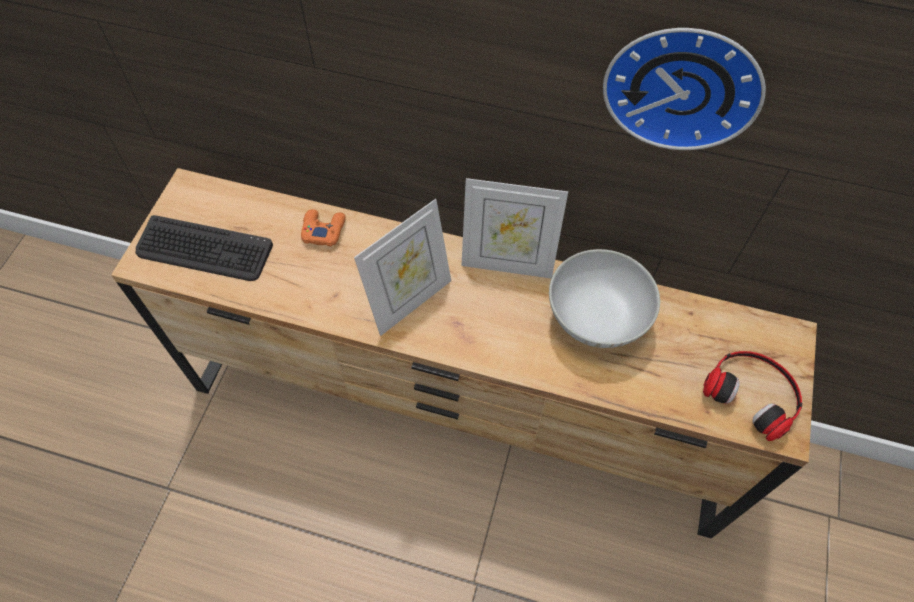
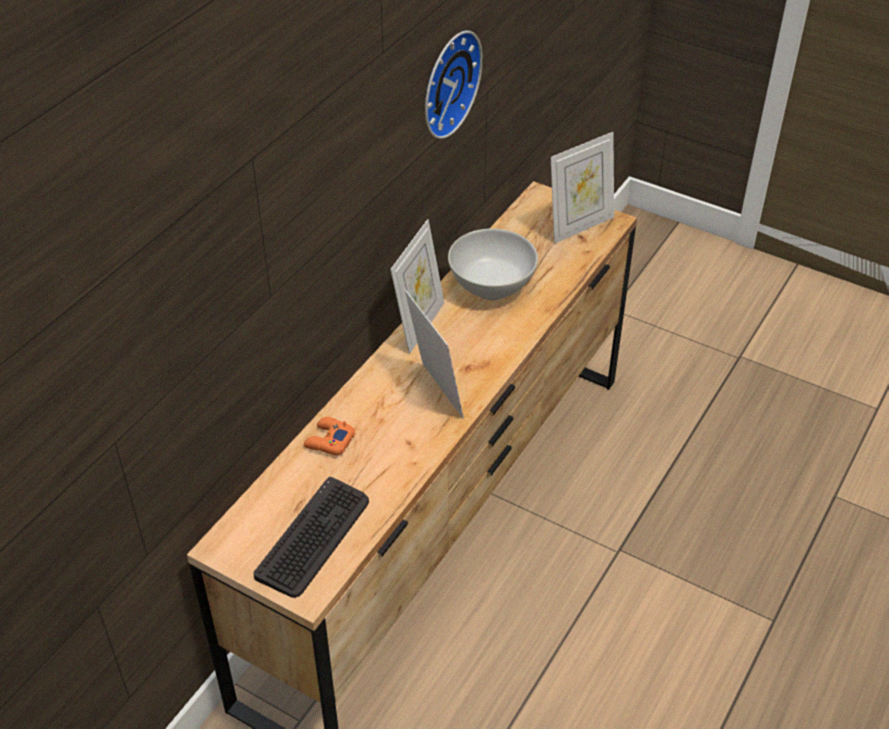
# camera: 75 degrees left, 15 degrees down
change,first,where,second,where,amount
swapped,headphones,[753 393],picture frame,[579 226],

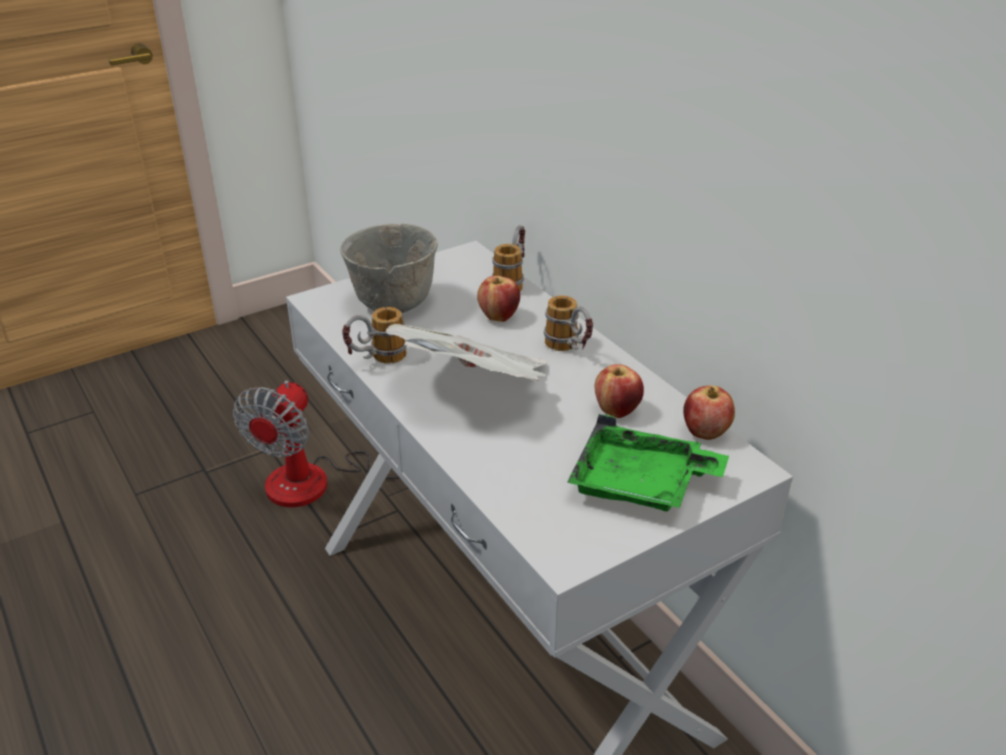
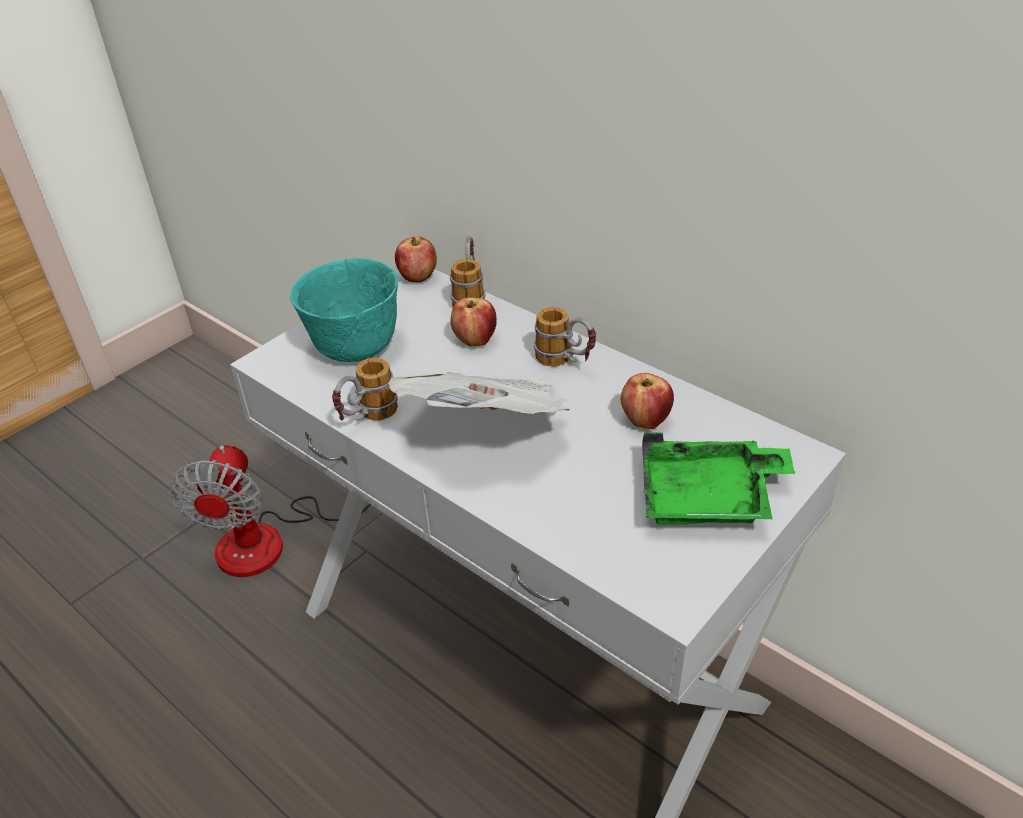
# camera: 15 degrees left, 5 degrees up
change,first,where,second,where,amount
repainted,grey bowl,[393 304],turquoise bowl,[356 349],
shifted,apple,[705 433],,[418 278],

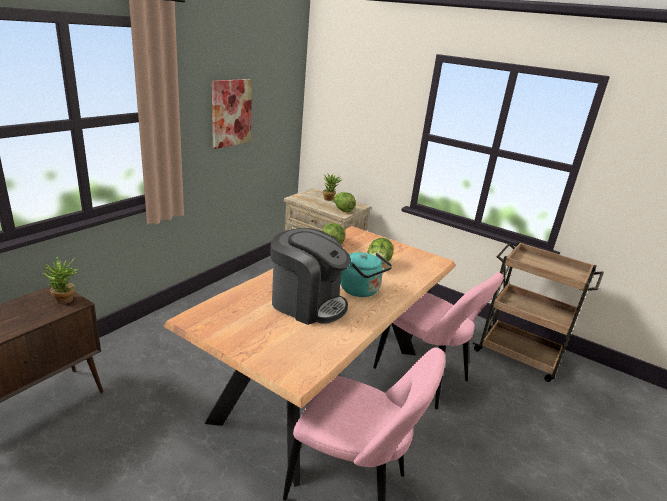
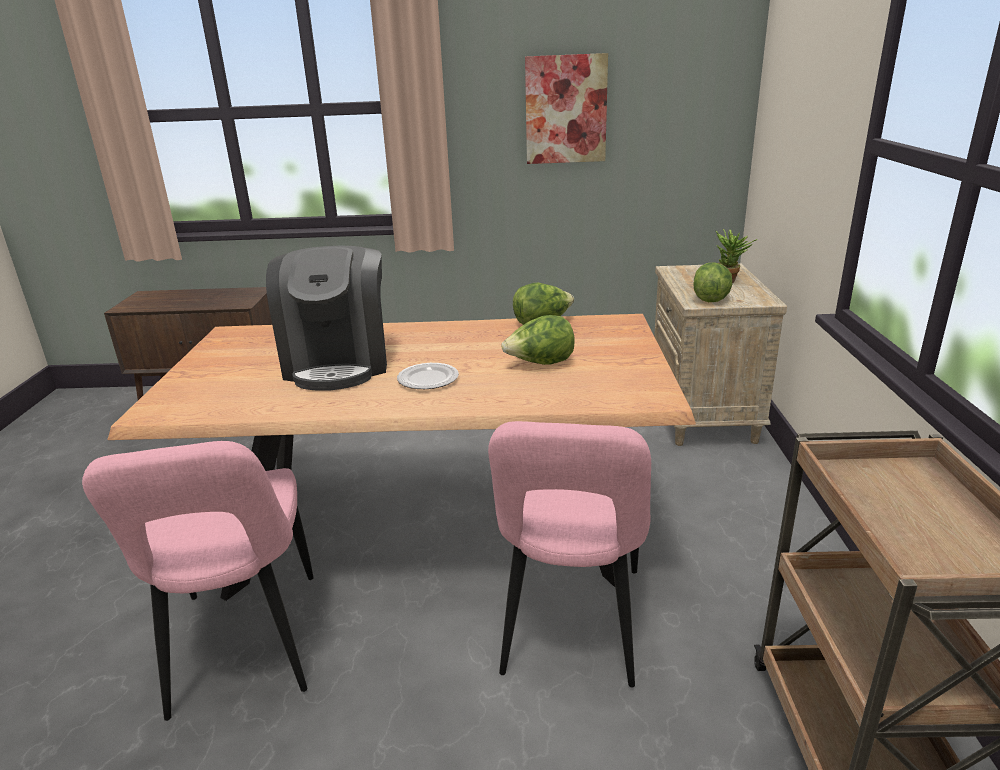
# camera: 60 degrees right, 0 degrees up
change,first,where,second,where,amount
swapped,turquoise kettle,[362 291],plate,[427 379],
gone,potted plant,[65 301],,,

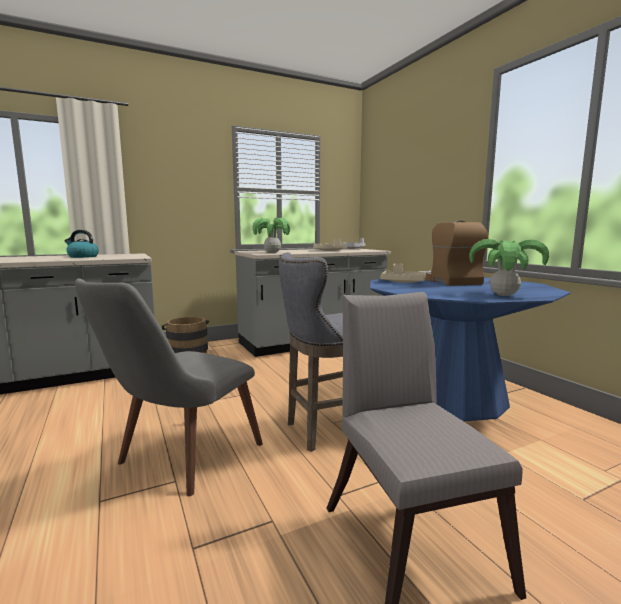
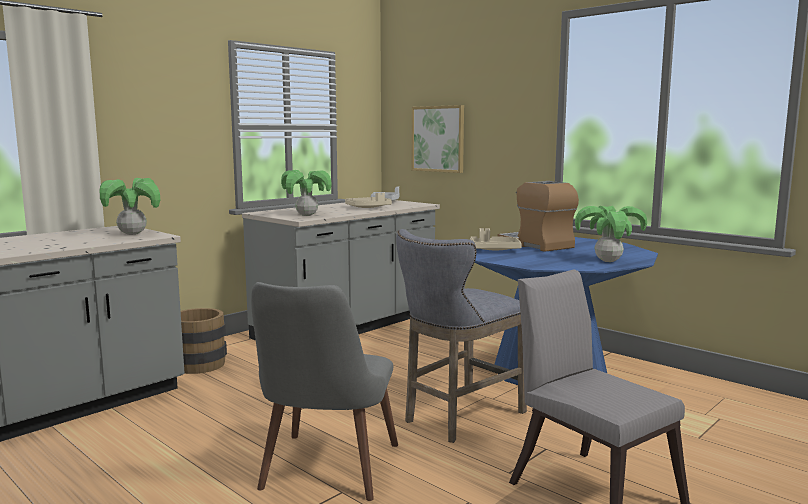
# camera: 20 degrees left, 0 degrees up
change,first,where,second,where,amount
gone,kettle,[82 256],,,
new,,,picture,[438 139],
new,,,potted plant,[132 234],

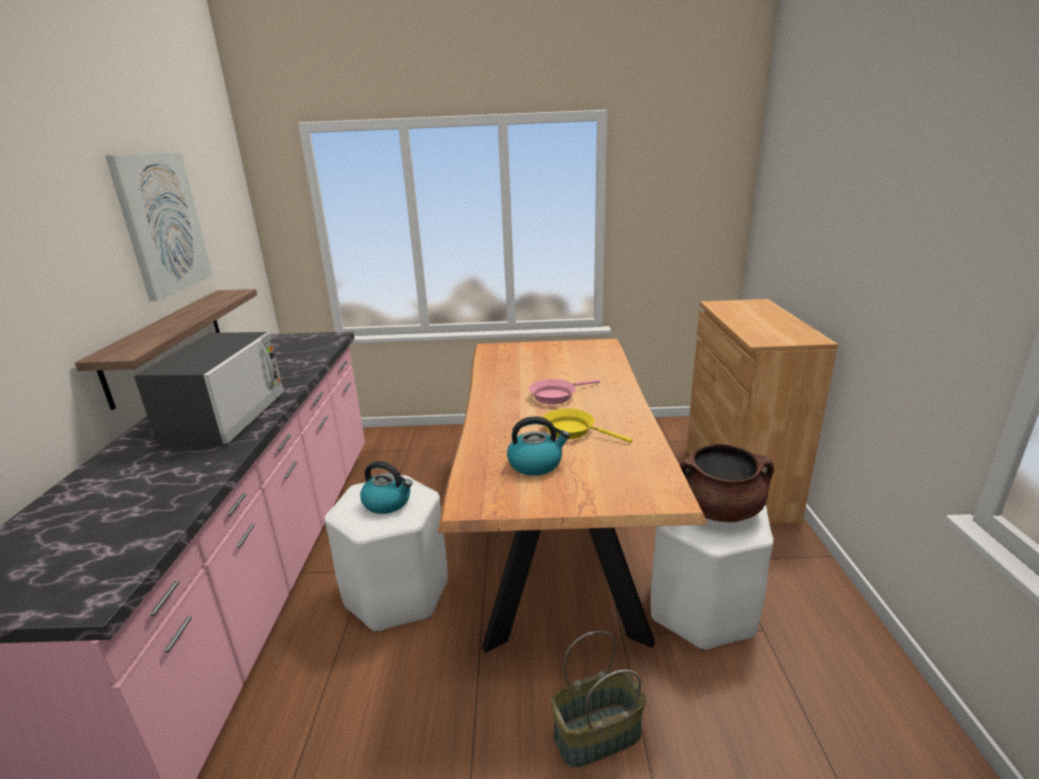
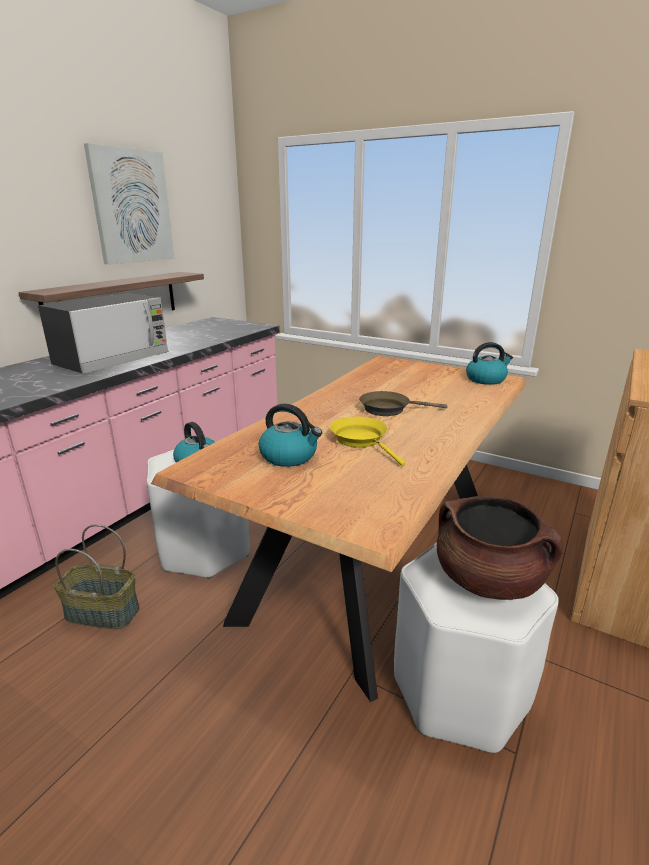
# camera: 30 degrees right, 0 degrees up
change,first,where,second,where,amount
repainted,pink frying pan,[556 396],brown frying pan,[389 409],
shifted,basket,[597 737],,[101 613],
new,,,kettle,[486 379],

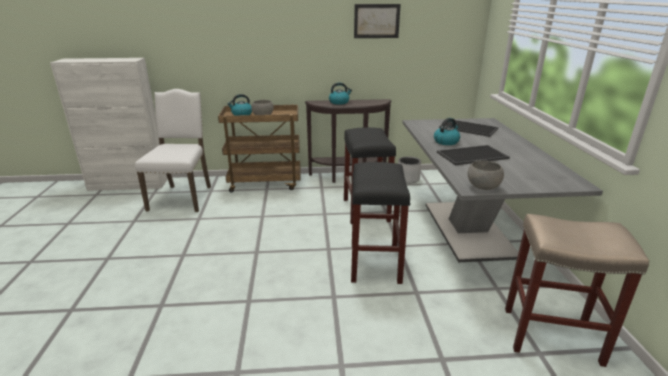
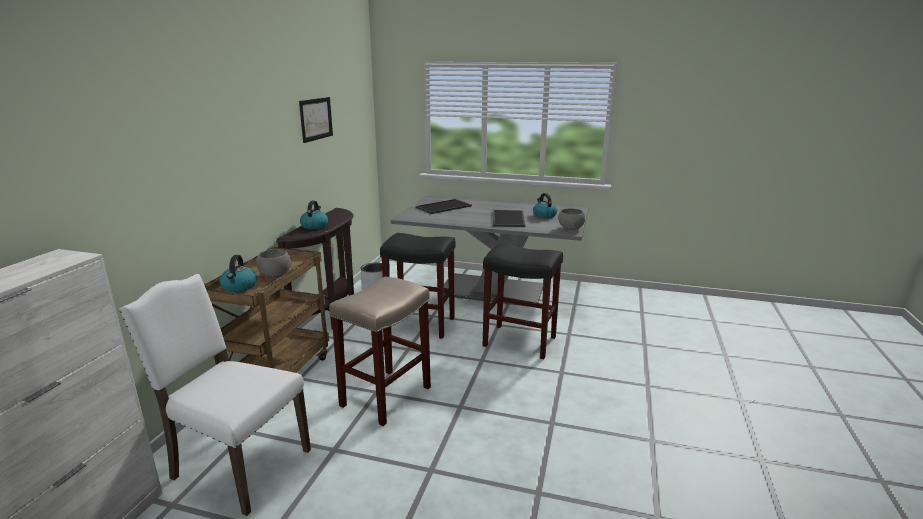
# camera: 70 degrees left, 5 degrees down
change,first,where,second,where,amount
shifted,kettle,[446 141],,[544 215],
shifted,beige stool,[550 336],,[385 397],

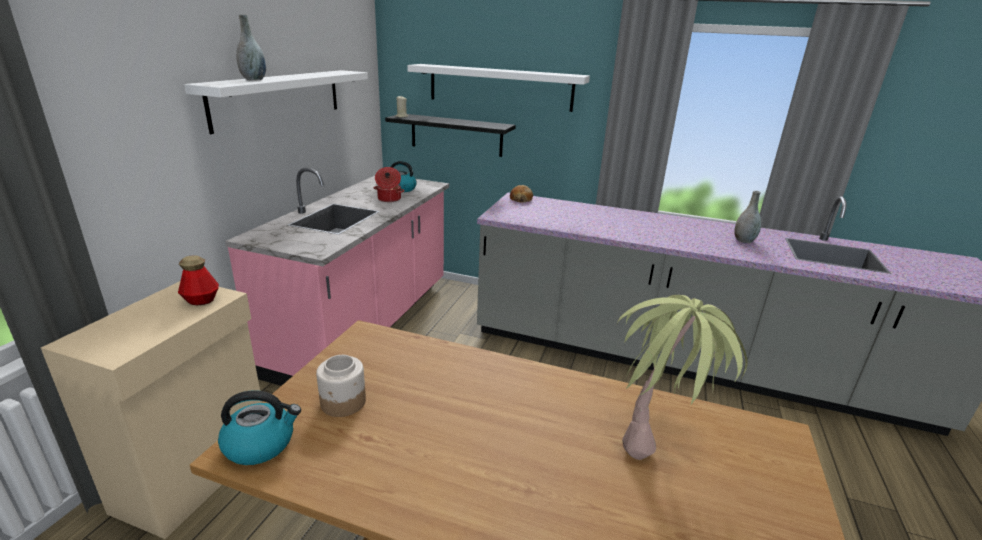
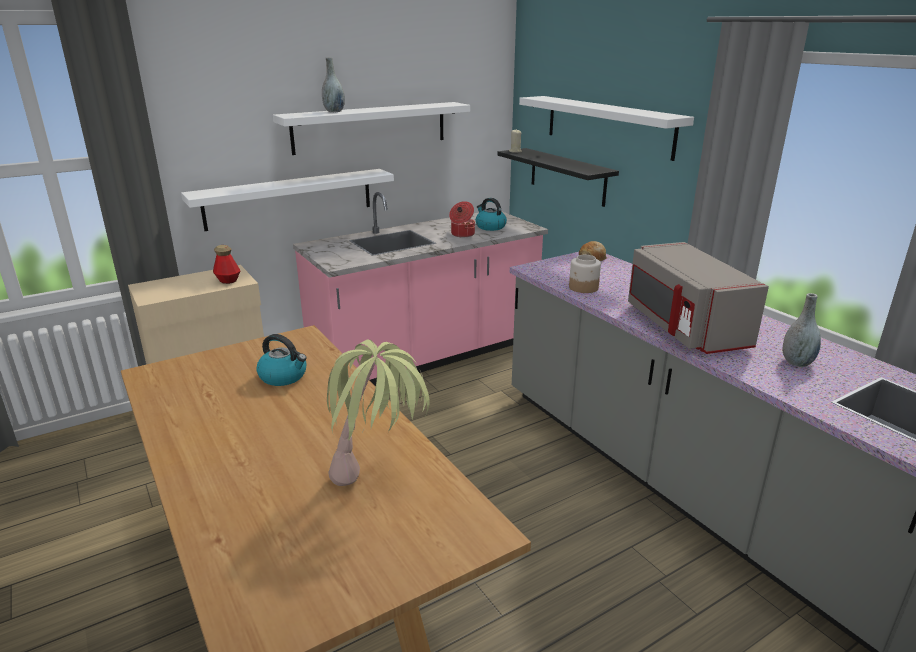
# camera: 40 degrees right, 0 degrees up
change,first,where,second,where,amount
shifted,jar,[343 402],,[583 288],
shifted,kettle,[261 444],,[284 376],
new,,,white shelf,[289 199],
new,,,grey microwave,[683 327],

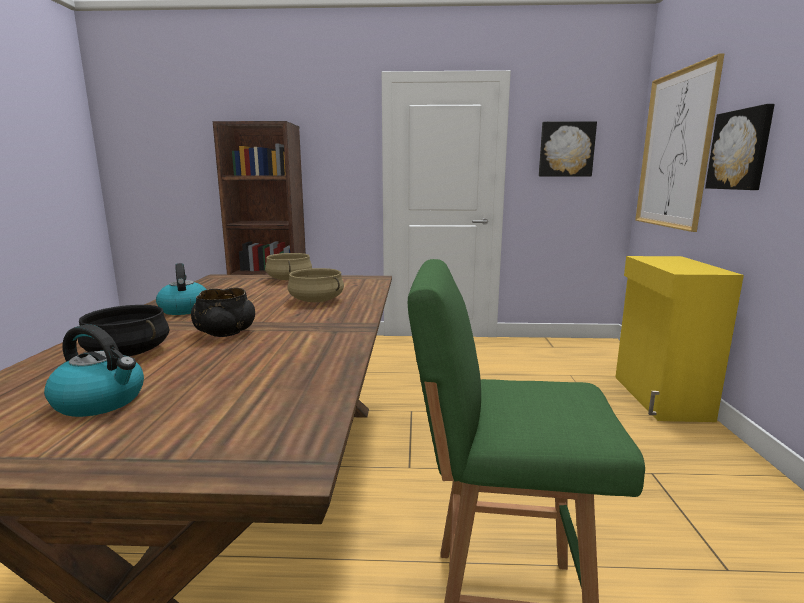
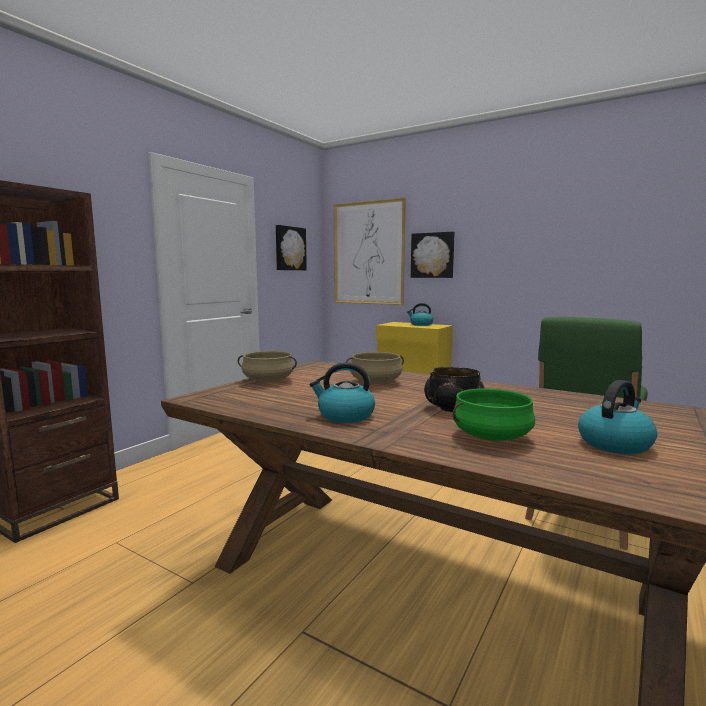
# camera: 60 degrees left, 5 degrees down
change,first,where,second,where,amount
repainted,black cooking pot,[129 352],green cooking pot,[491 436],
new,,,kettle,[420 324],

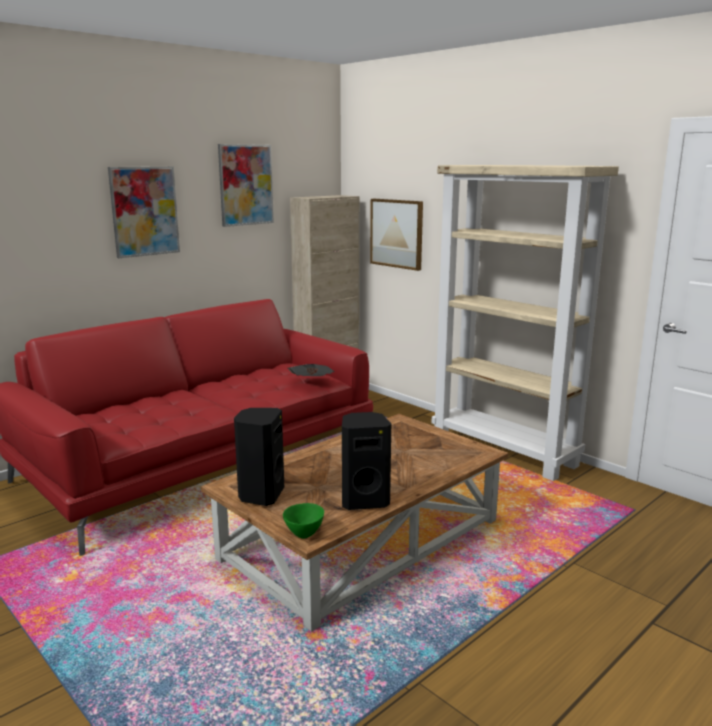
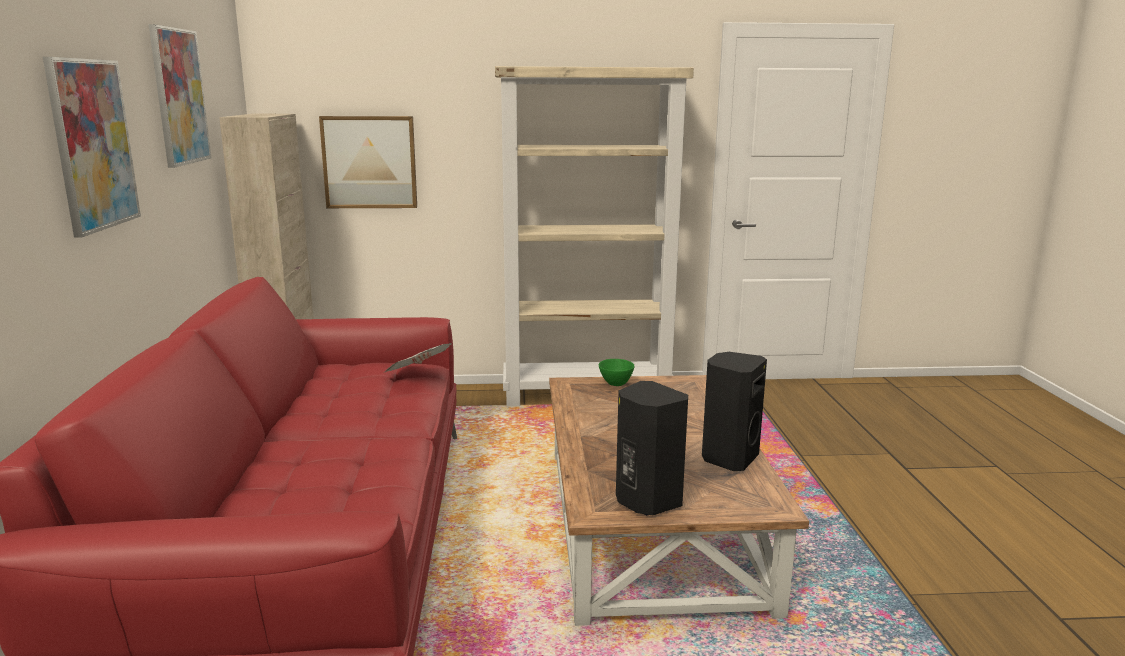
# camera: 50 degrees left, 0 degrees up
change,first,where,second,where,amount
shifted,green bowl,[304 534],,[615 384],

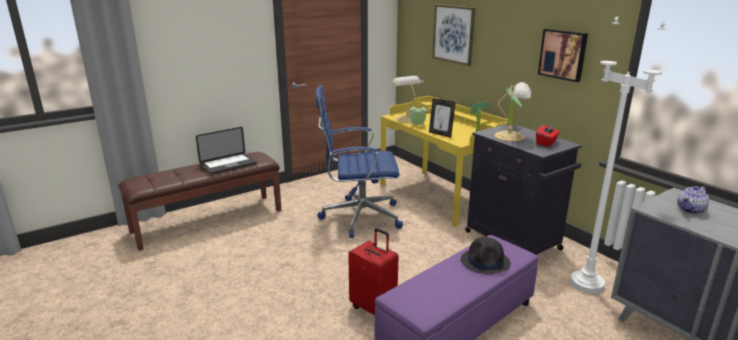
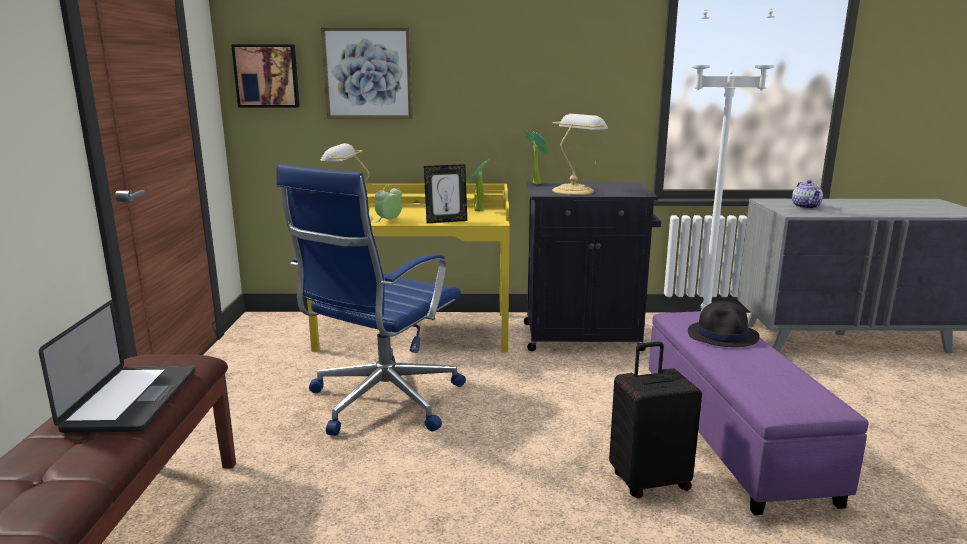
# camera: 55 degrees left, 5 degrees down
change,first,where,second,where,amount
shifted,picture,[563 54],,[267 76],
gone,red tissue box,[546 143],,,
repainted,red suitcase,[374 308],black suitcase,[649 481],

